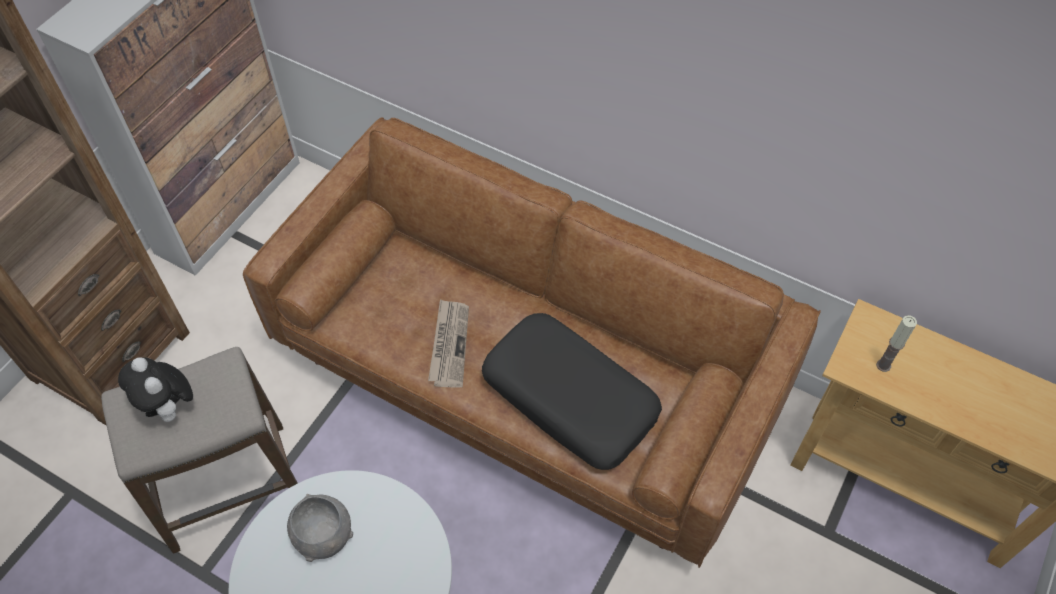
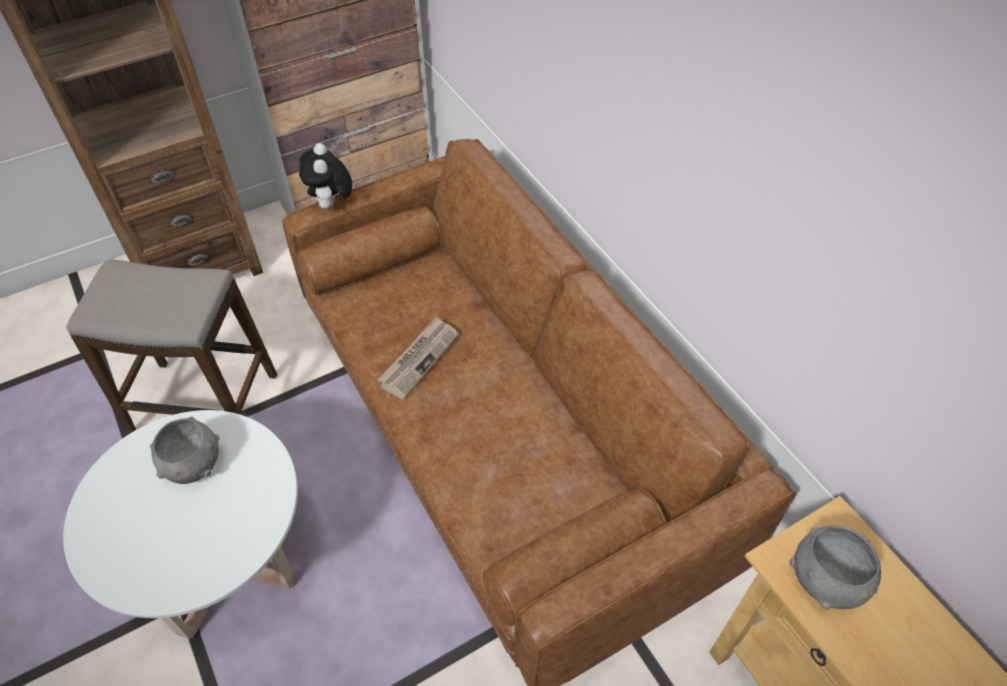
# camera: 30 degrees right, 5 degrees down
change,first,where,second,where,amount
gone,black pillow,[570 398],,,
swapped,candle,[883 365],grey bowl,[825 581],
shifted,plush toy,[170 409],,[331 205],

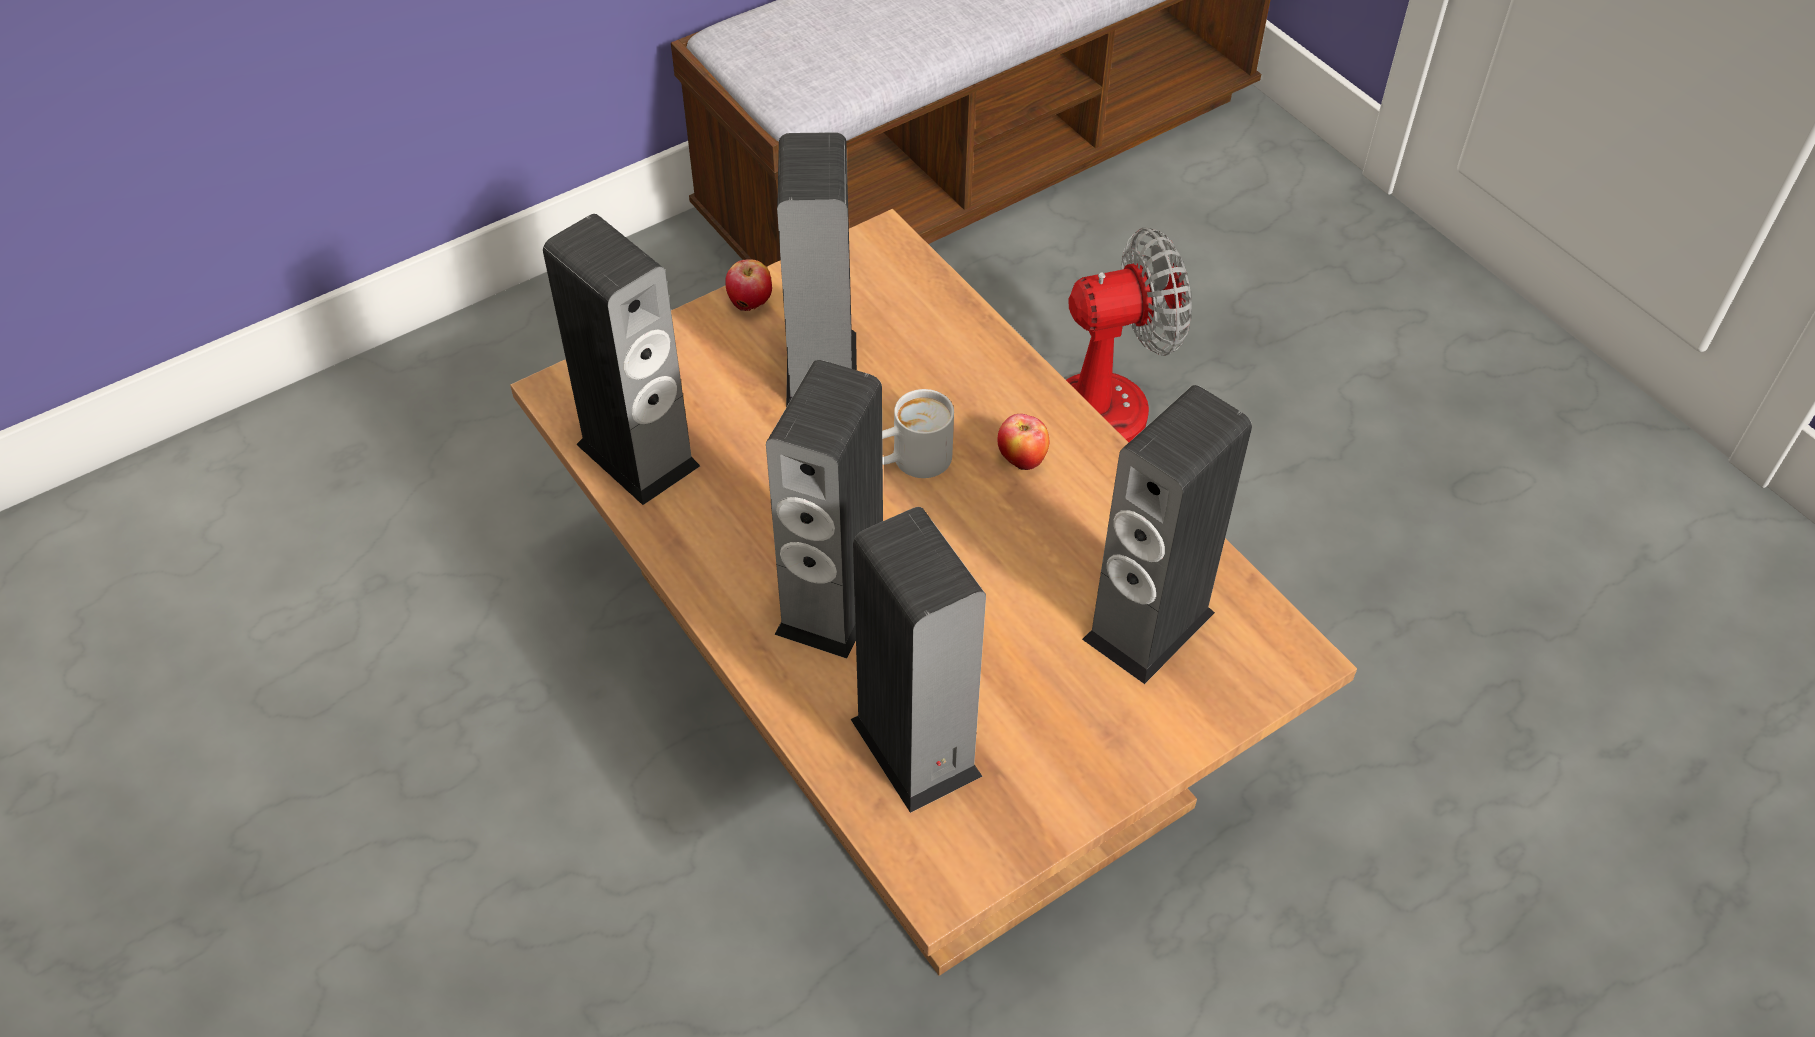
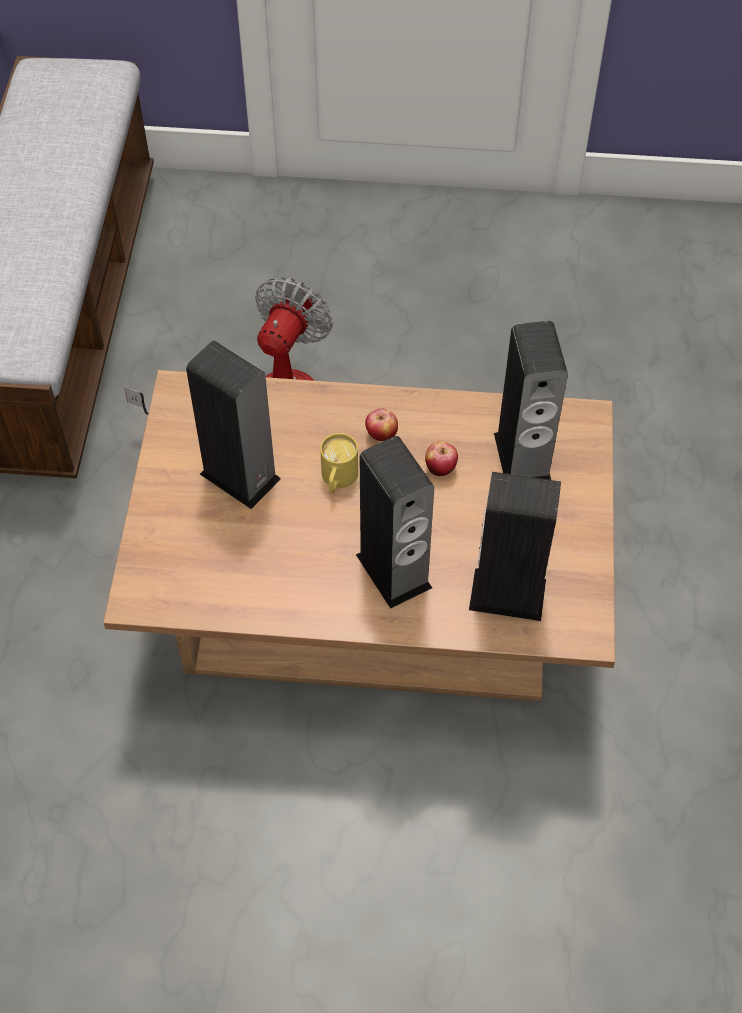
# camera: 50 degrees left, 5 degrees up
change,first,where,second,where,amount
gone,speaker,[638 455],,,
shifted,apple,[751 304],,[440 468],
repainted,white mug,[910 461],yellow mug,[337 480],

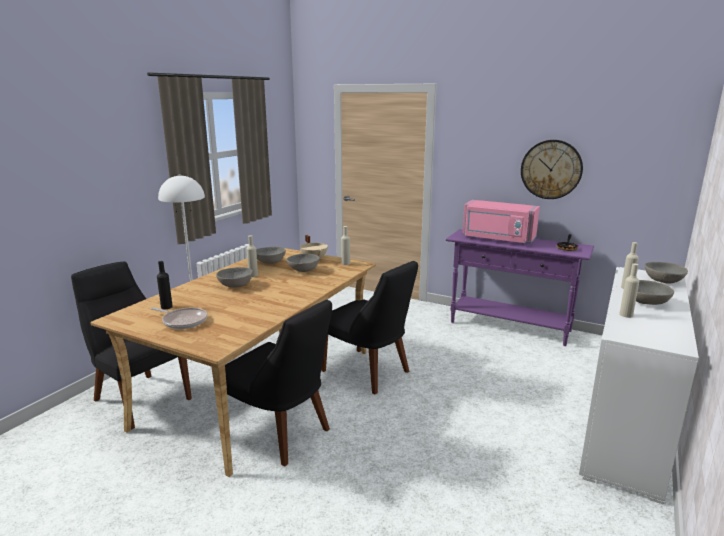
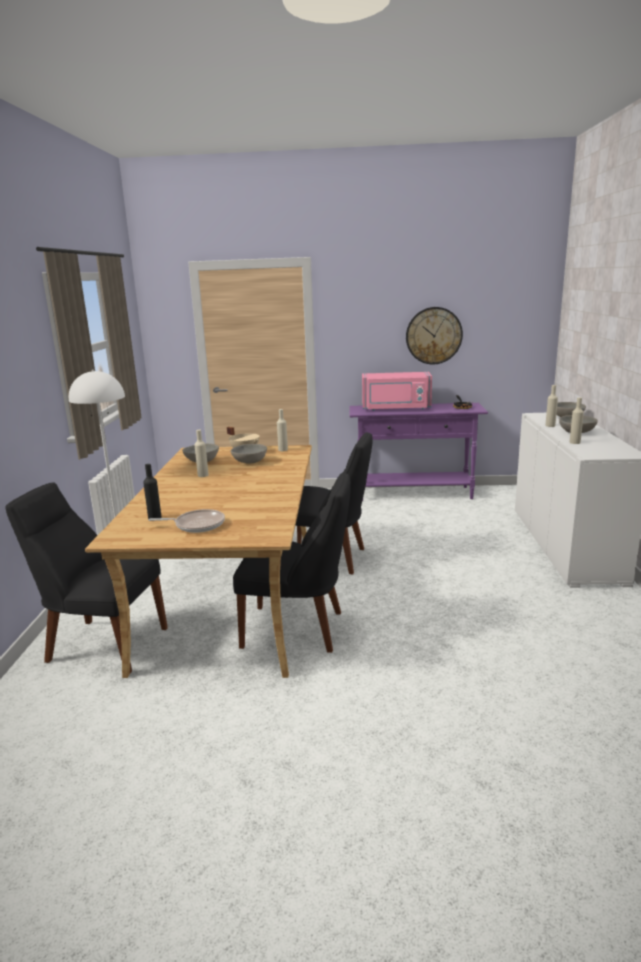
# camera: 25 degrees left, 0 degrees up
change,first,where,second,where,amount
gone,grey bowl,[235 285],,,

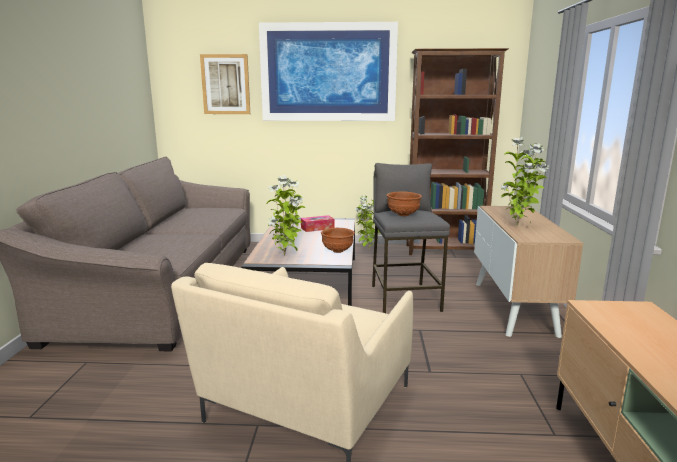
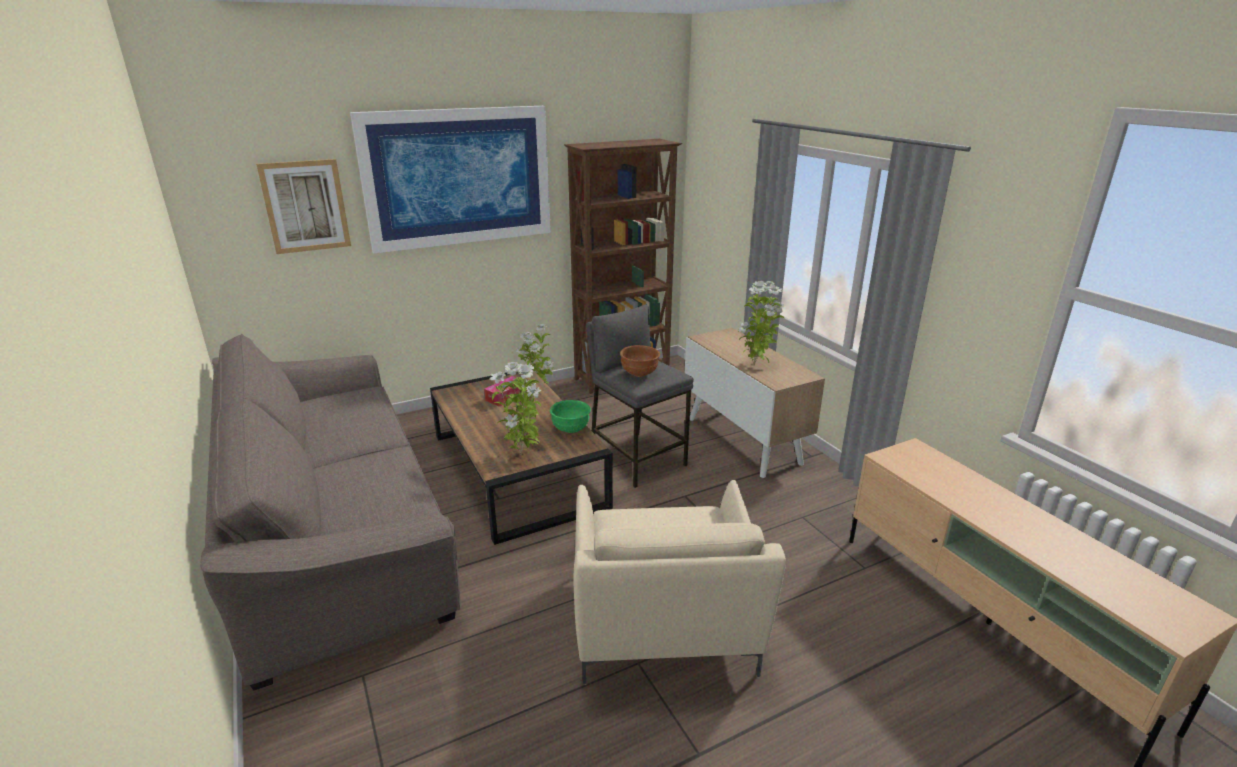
# camera: 30 degrees left, 10 degrees up
change,first,where,second,where,amount
repainted,brown bowl,[337 251],green bowl,[571 430],

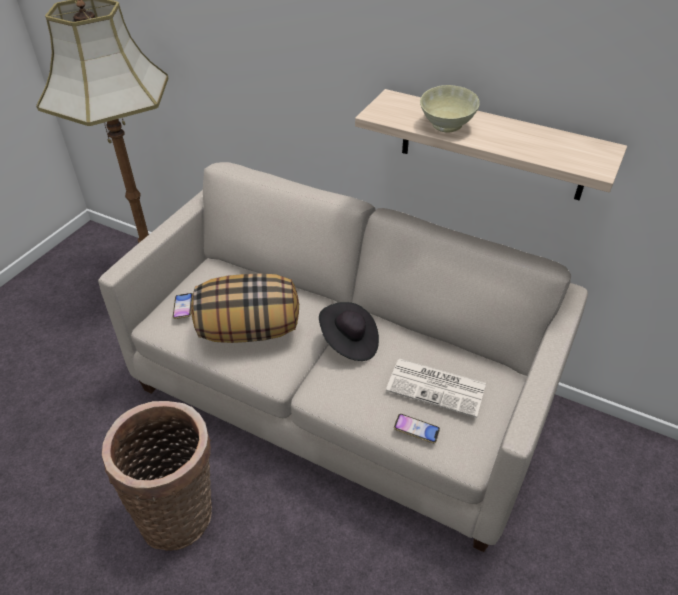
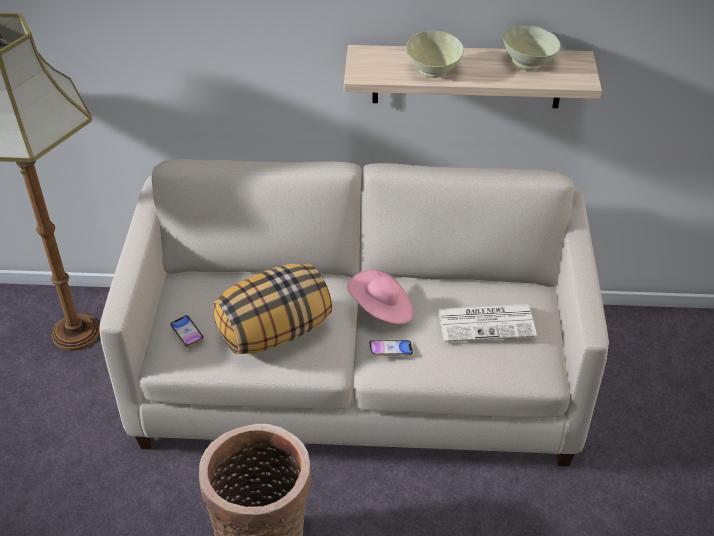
# camera: 25 degrees left, 0 degrees up
change,first,where,second,where,amount
repainted,black hat,[349 342],pink hat,[382 310],
shifted,phone,[416 430],,[390 350],
new,,,beige bowl,[528 64],

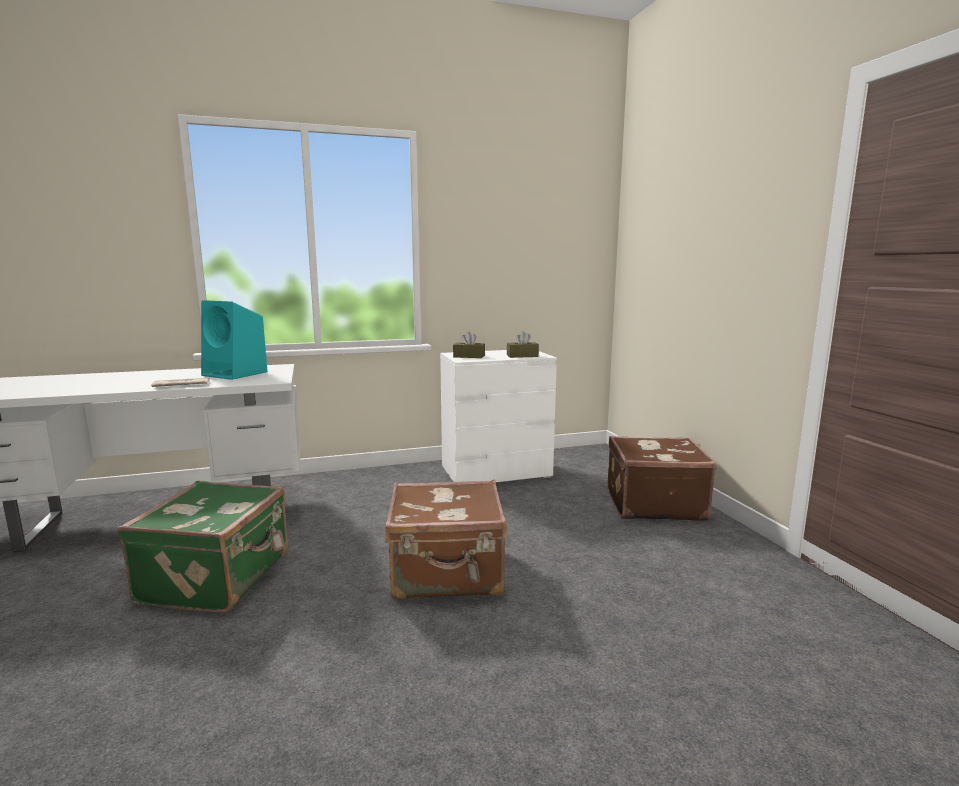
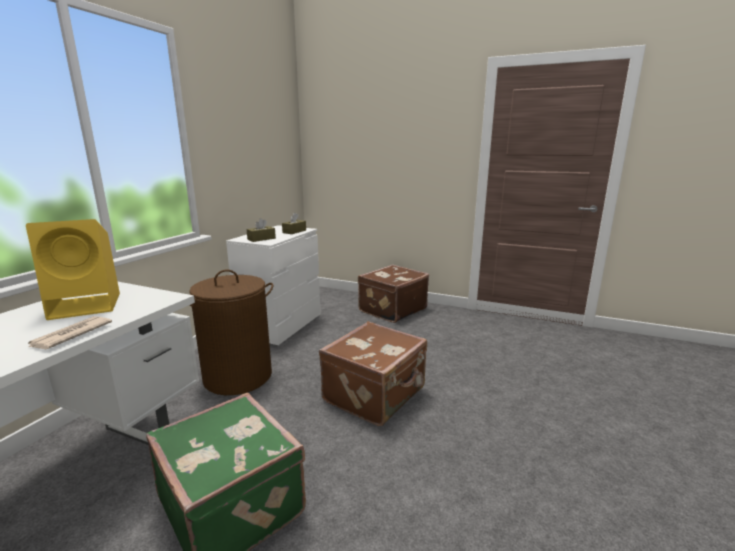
# camera: 50 degrees left, 5 degrees up
change,first,where,second,where,amount
repainted,turquoise speaker,[236 374],yellow speaker,[88 305],
new,,,brown laundry basket,[238 376],

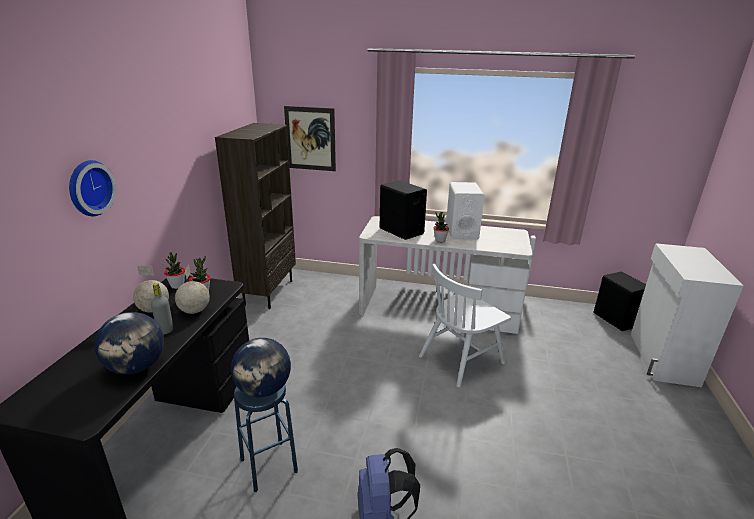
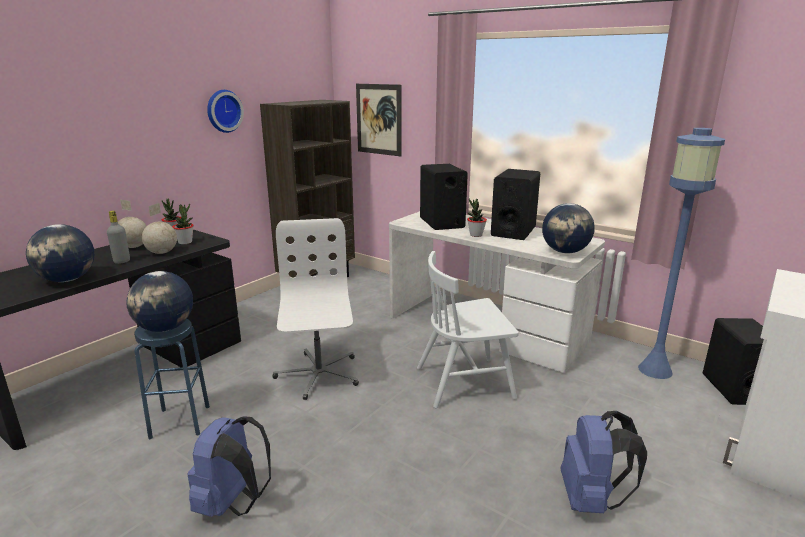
# camera: 25 degrees right, 5 degrees down
change,first,where,second,where,amount
shifted,wall clock,[88 188],,[223 111],
repainted,white speaker,[461 232],black speaker,[513 231],
new,,,blue floor lamp,[655 370],
new,,,globe,[565 252],
new,,,white office chair,[318 374],
new,,,blue backpack,[591 499],

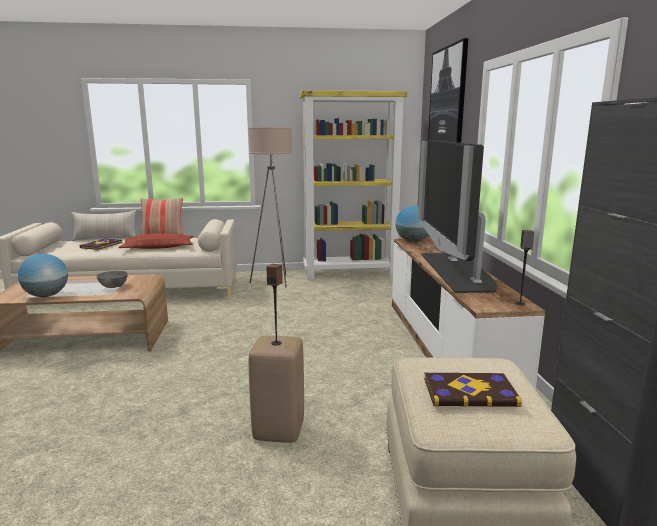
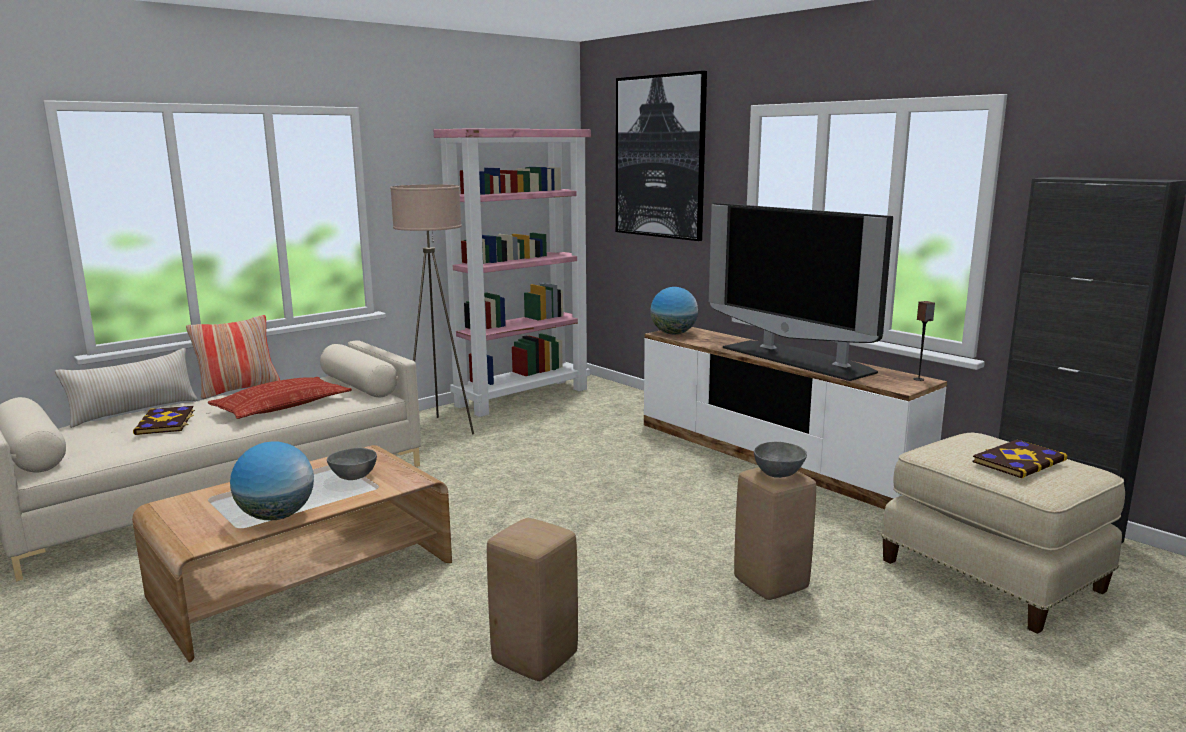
# camera: 35 degrees left, 0 degrees up
change,first,where,second,where,amount
repainted,yellow bookcase,[350 273],pink bookcase,[523 397],
swapped,speaker,[276 343],grey bowl,[779 473],
new,,,beige stool,[533 659],

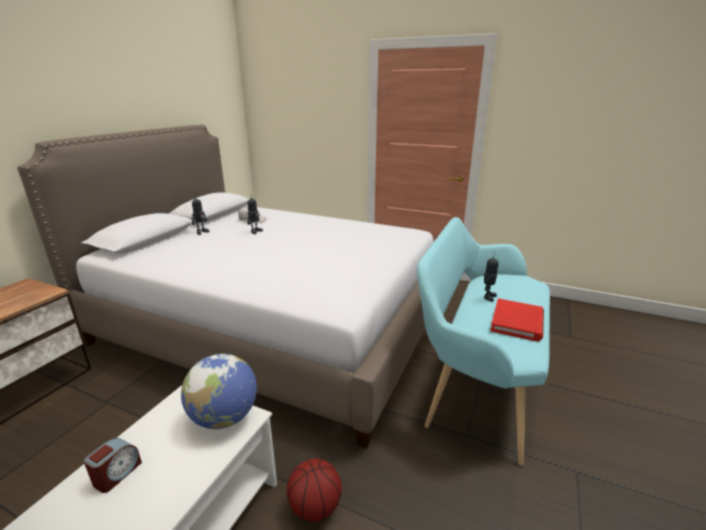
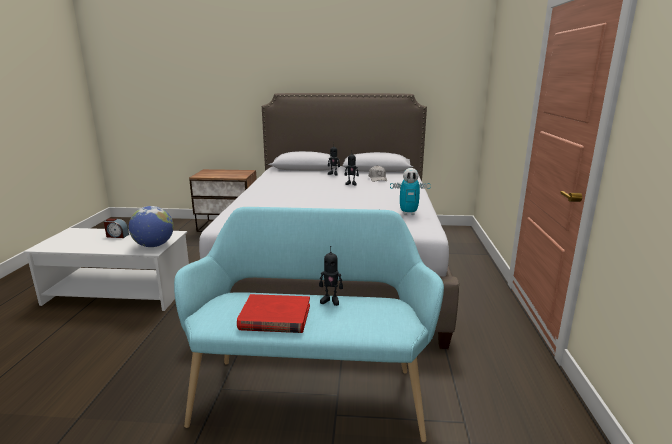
# camera: 70 degrees right, 5 degrees down
change,first,where,second,where,amount
gone,basketball,[315 507],,,
new,,,toy robot,[408 213],

